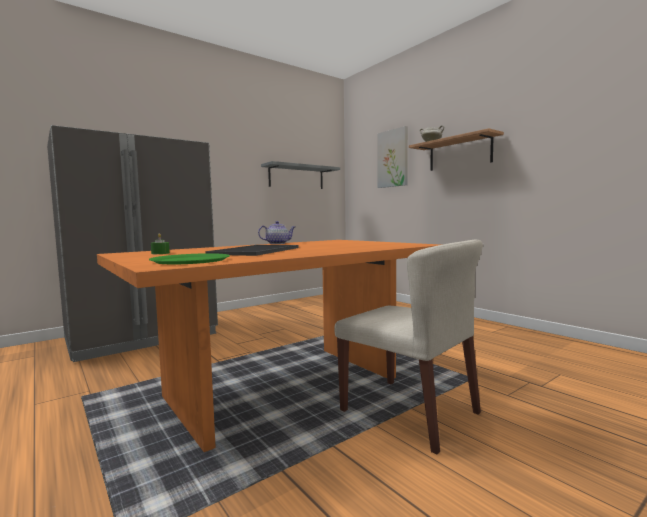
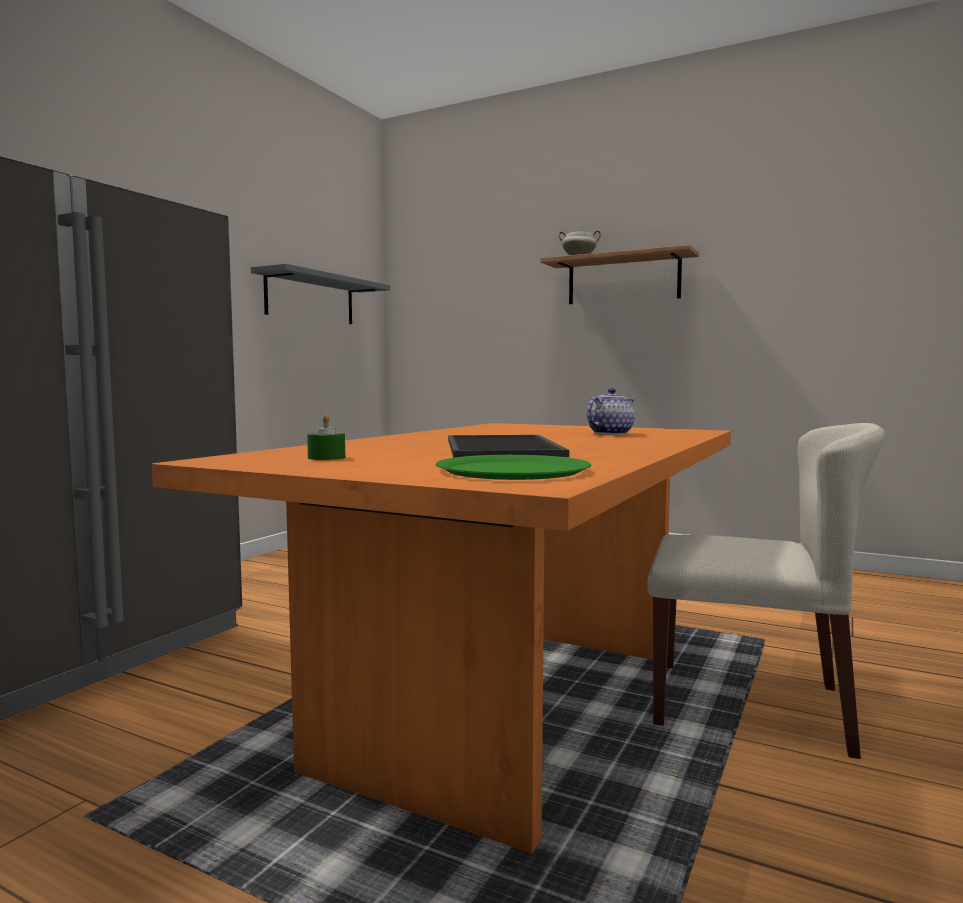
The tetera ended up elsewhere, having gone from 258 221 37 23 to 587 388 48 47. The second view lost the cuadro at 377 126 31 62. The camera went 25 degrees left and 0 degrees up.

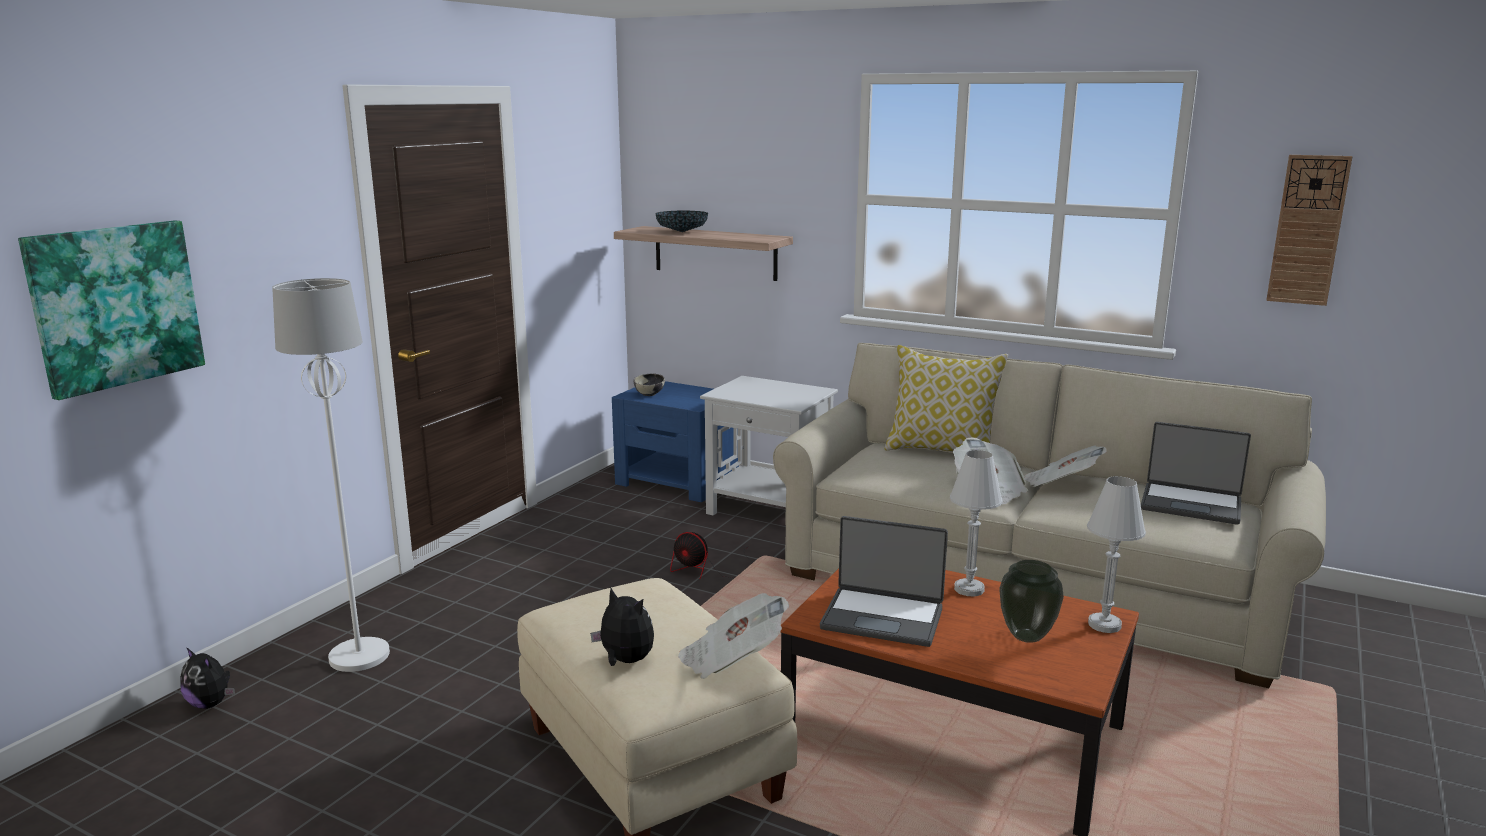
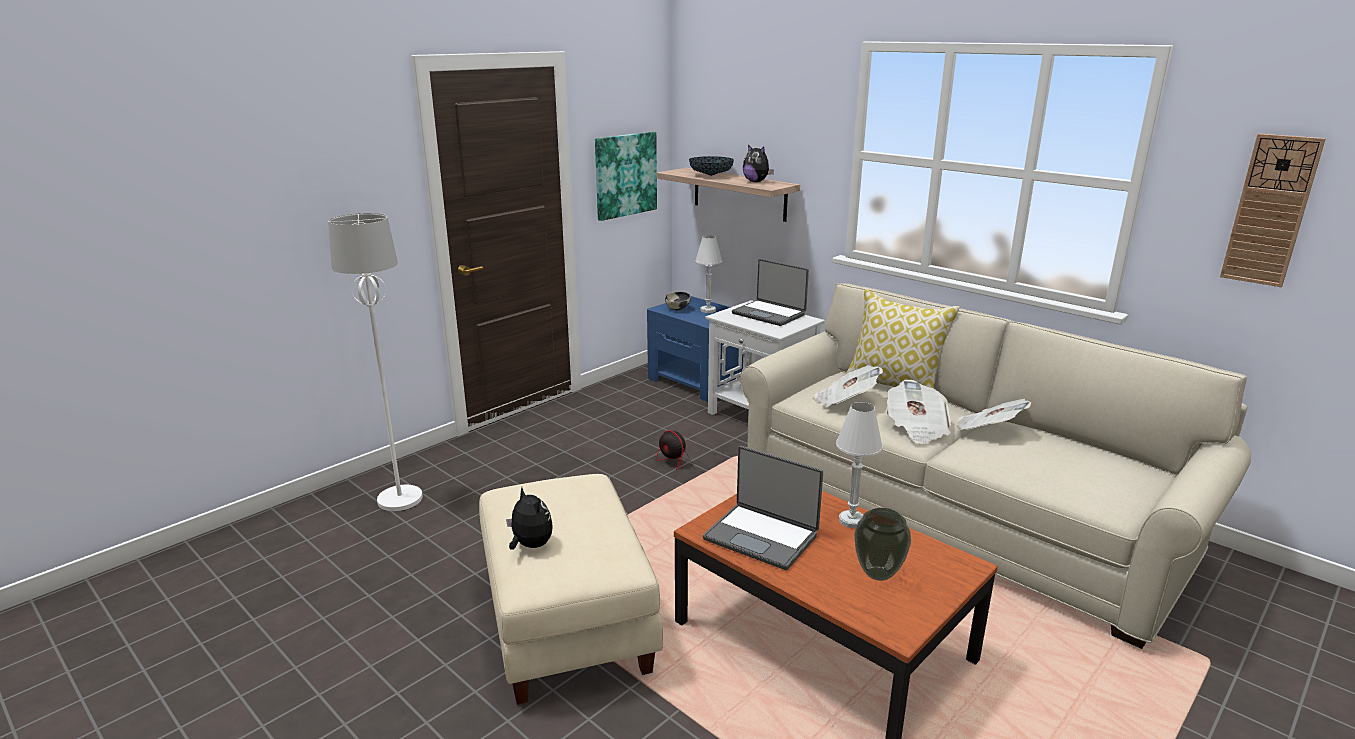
The cuadro ended up elsewhere, having gone from 18 221 187 179 to 595 132 62 89. The lámpara de mesa (blanco) ended up elsewhere, having gone from 1087 476 59 157 to 696 235 26 78. The portátil ended up elsewhere, having gone from 1141 422 110 103 to 732 259 77 67. The peluche ended up elsewhere, having gone from 180 647 55 62 to 743 145 31 37. The periódico ended up elsewhere, having gone from 678 593 111 86 to 813 365 70 42. The camera went 15 degrees right and 5 degrees up.

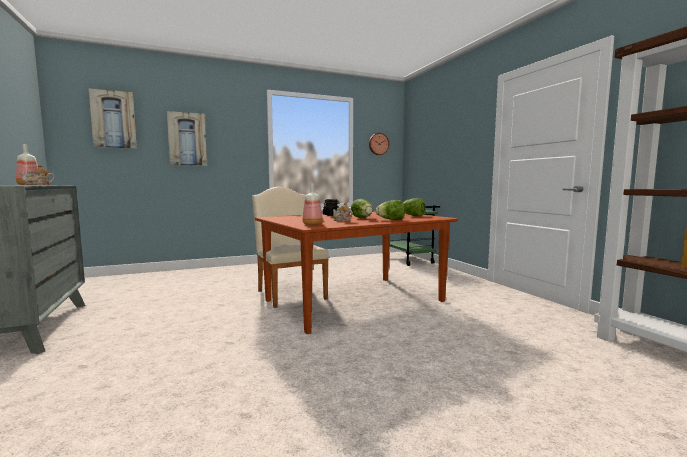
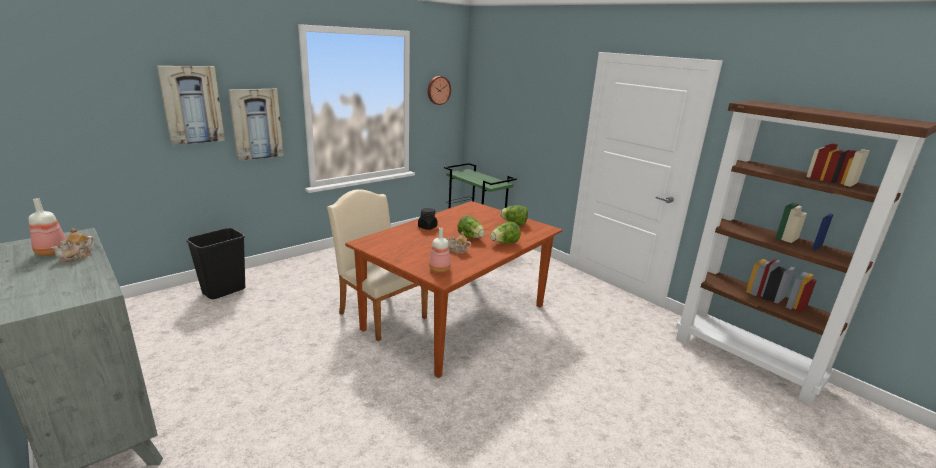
The second view gained the papelera (negro) at 186 228 59 71. The cuadro ended up elsewhere, having gone from 89 89 48 60 to 228 89 56 72. The camera went 20 degrees left and 15 degrees up.

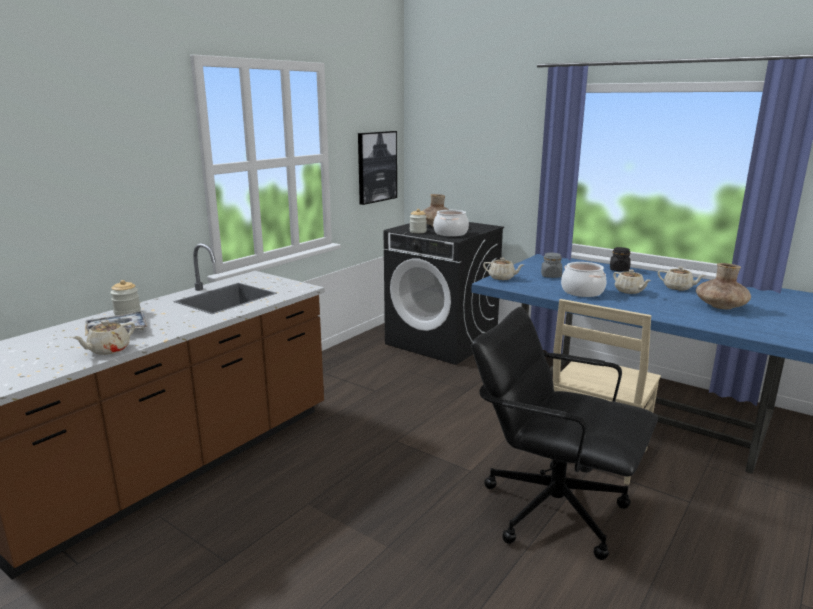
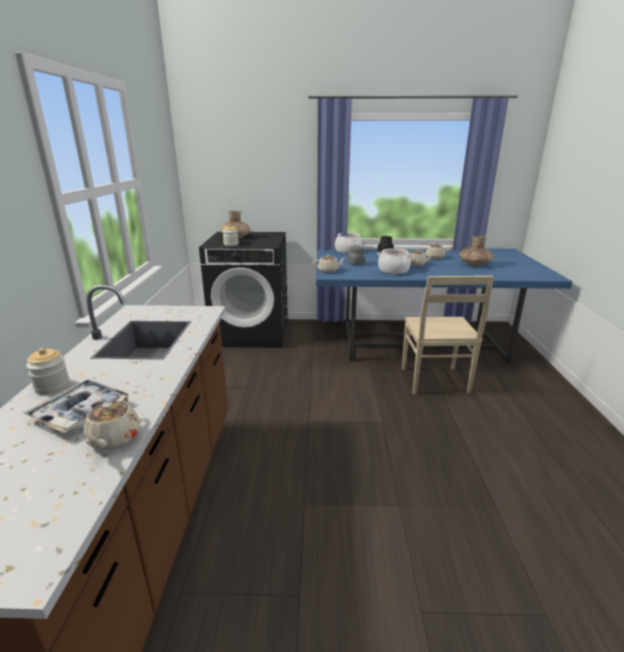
The olla ended up elsewhere, having gone from 433 210 36 27 to 335 232 27 22. The second view lost the cuadro at 358 131 39 74. The second view lost the silla de oficina (negro) at 471 307 187 253. The camera went 35 degrees left and 5 degrees up.

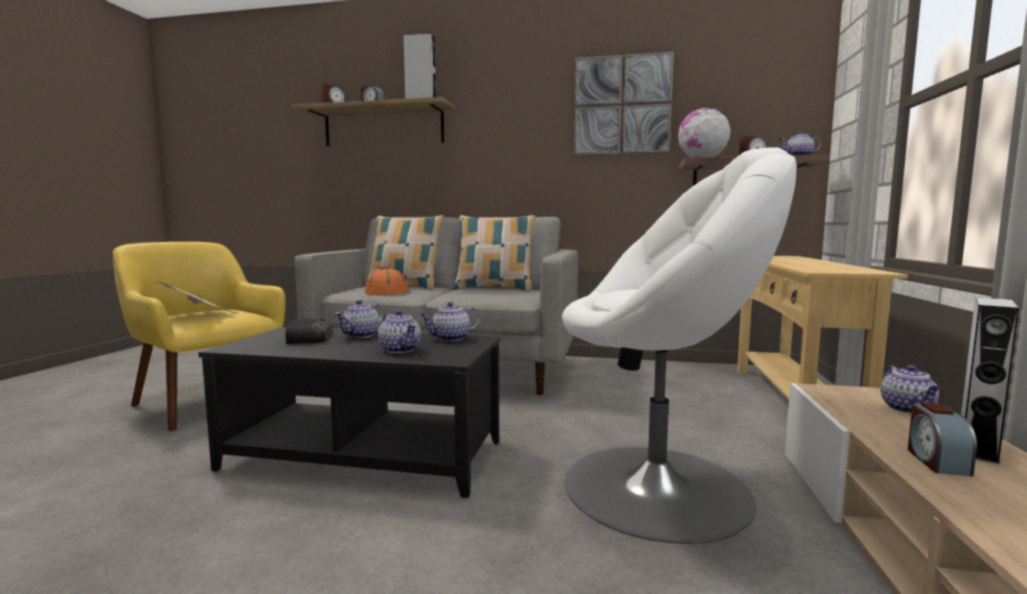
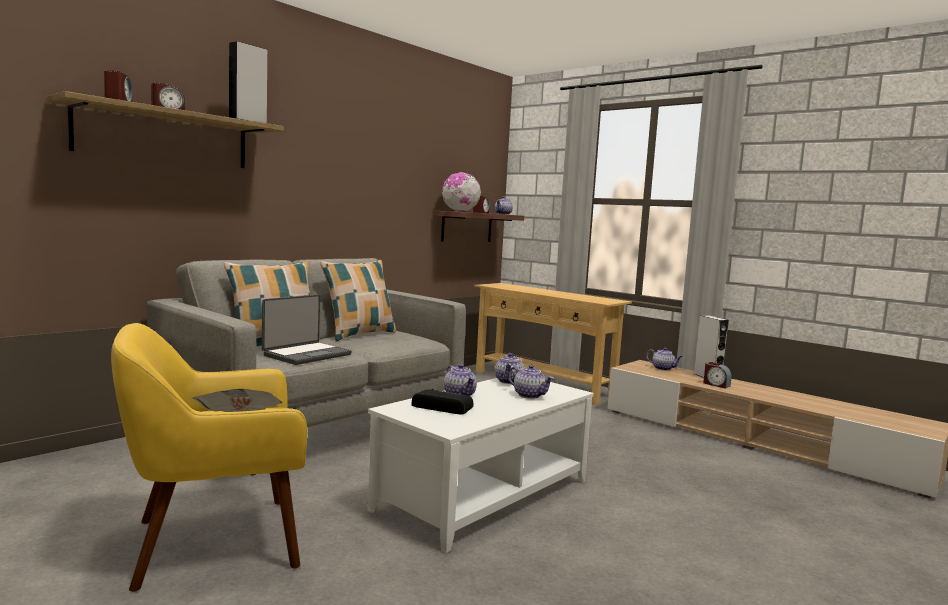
Where the sombrero (naranja) stood at 365 267 44 28, the portátil came to stand at 262 295 90 70. What was the mesa de centro (negro) at 198 327 303 171 turned into the mesa de centro (blanco) at 368 378 226 175. The tetera at 378 310 43 43 ended up facing another way, 45 degrees clockwise from before. The second view lost the sillón (blanco) at 562 148 235 395. The second view lost the cuadro at 574 52 100 103. The camera went 60 degrees left and 0 degrees up.

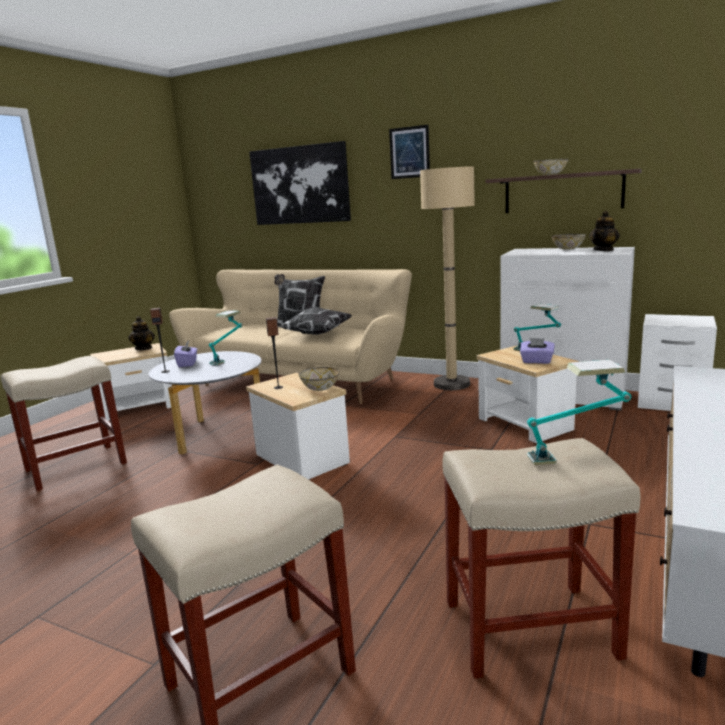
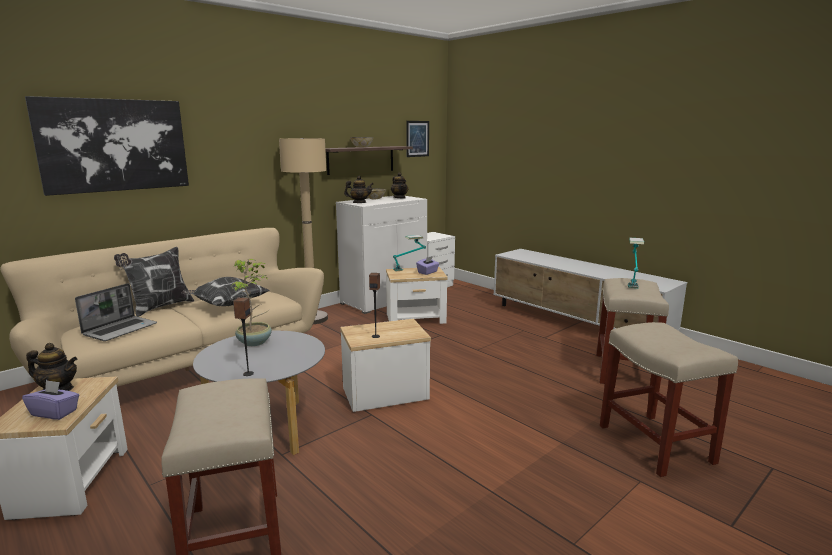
The caja de pañuelos (morado) ended up elsewhere, having gone from 174 341 23 26 to 22 380 57 40. The second view gained the portátil at 75 283 82 58. Where the lámpara de mesa stood at 209 310 33 55, the planta en maceta came to stand at 231 259 41 87. The second view gained the tetera at 344 176 29 27. The cuadro ended up elsewhere, having gone from 389 125 41 54 to 406 121 23 36. The second view lost the cuenco at 299 367 40 24. The camera went 70 degrees left and 0 degrees up.

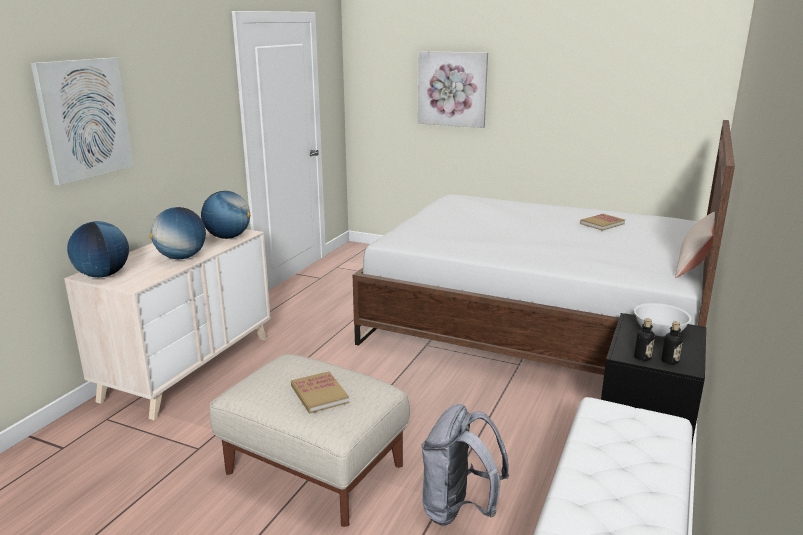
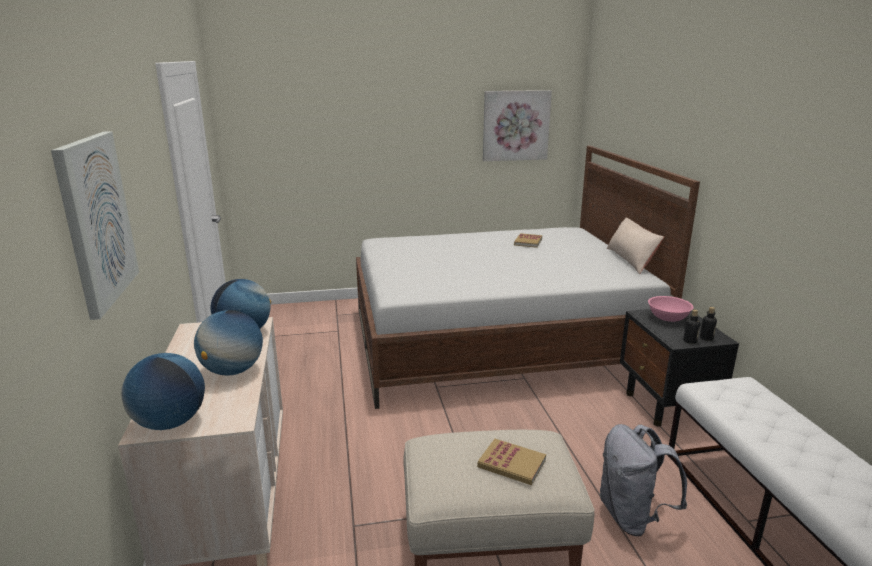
The cuadro ended up elsewhere, having gone from 418 51 70 77 to 483 90 69 71. What was the cuenco (blanco) at 634 303 58 34 turned into the cuenco (rosa) at 648 296 46 26. The camera went 35 degrees left and 0 degrees up.

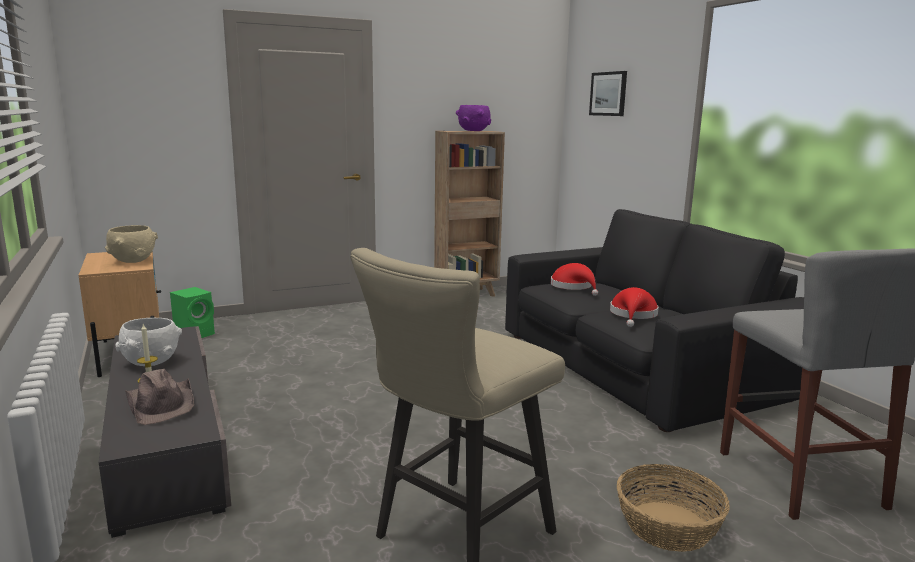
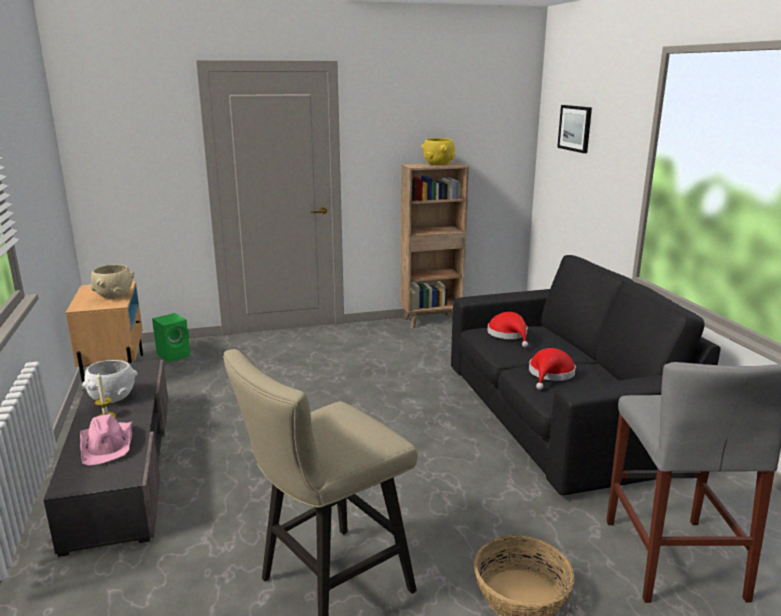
What was the sombrero (marrón) at 125 369 69 56 turned into the sombrero (rosa) at 80 414 53 51. What was the cuenco (morado) at 456 105 35 26 turned into the cuenco (amarillo) at 421 138 34 27. The camera went 10 degrees right and 5 degrees up.

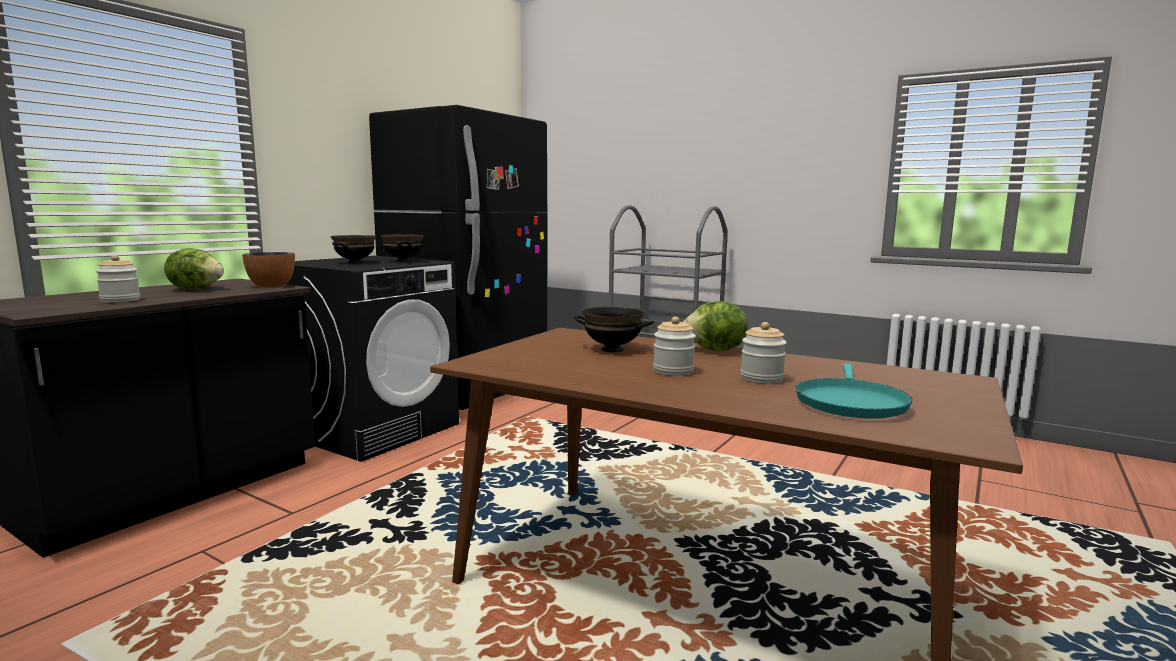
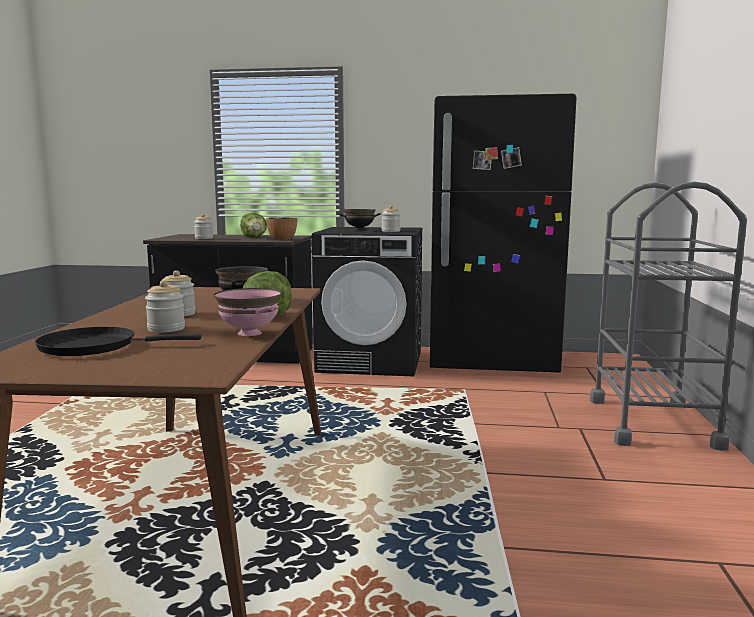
What was the sartén (turquesa) at 795 363 118 56 turned into the sartén (negro) at 35 327 166 29. The second view gained the cuenco (rosa) at 214 288 67 48. Where the cuenco (negro) stood at 381 234 43 28, the tarro came to stand at 382 205 18 27. The camera went 65 degrees right and 0 degrees up.

